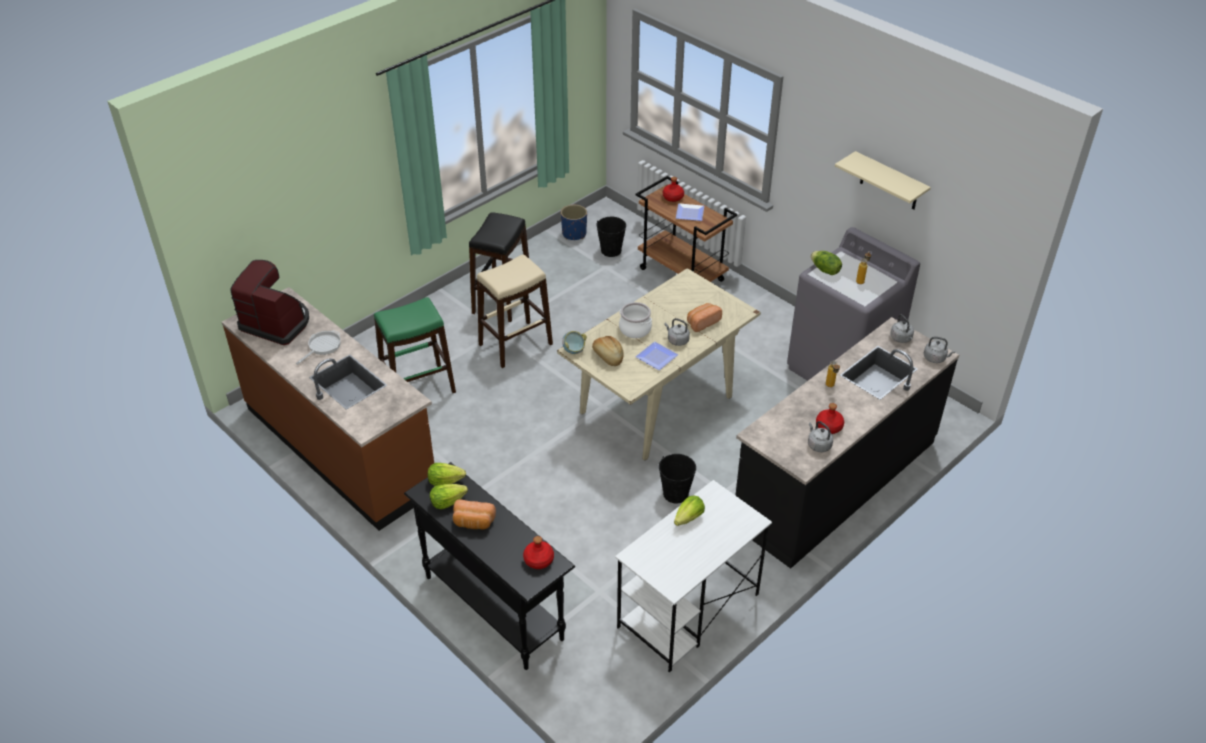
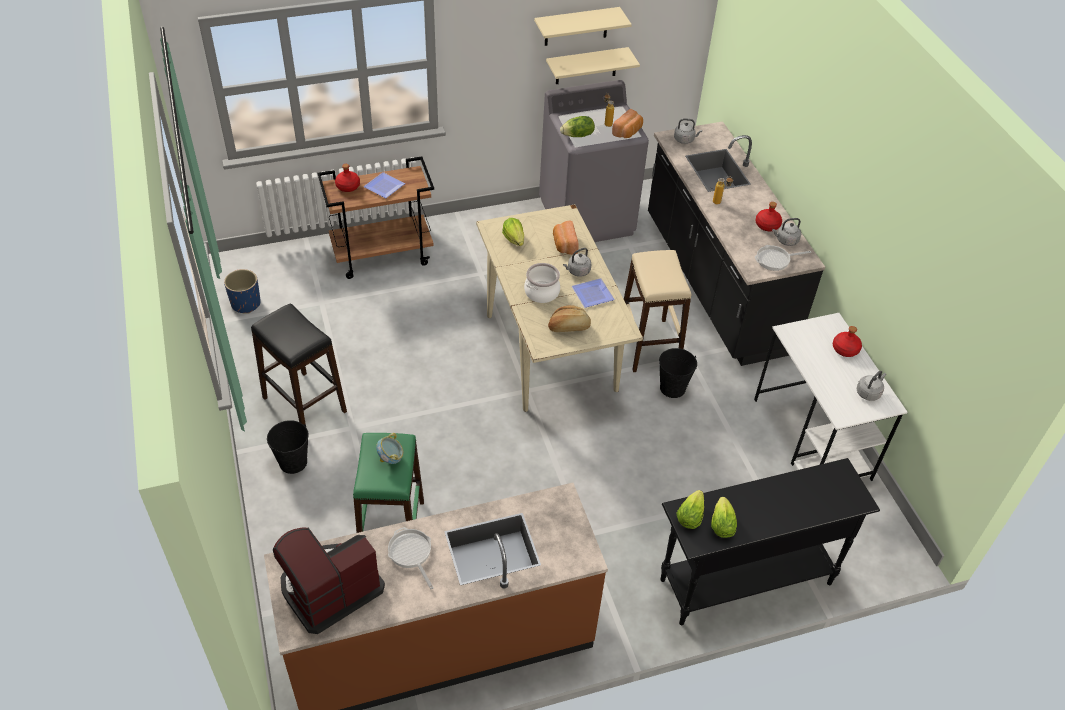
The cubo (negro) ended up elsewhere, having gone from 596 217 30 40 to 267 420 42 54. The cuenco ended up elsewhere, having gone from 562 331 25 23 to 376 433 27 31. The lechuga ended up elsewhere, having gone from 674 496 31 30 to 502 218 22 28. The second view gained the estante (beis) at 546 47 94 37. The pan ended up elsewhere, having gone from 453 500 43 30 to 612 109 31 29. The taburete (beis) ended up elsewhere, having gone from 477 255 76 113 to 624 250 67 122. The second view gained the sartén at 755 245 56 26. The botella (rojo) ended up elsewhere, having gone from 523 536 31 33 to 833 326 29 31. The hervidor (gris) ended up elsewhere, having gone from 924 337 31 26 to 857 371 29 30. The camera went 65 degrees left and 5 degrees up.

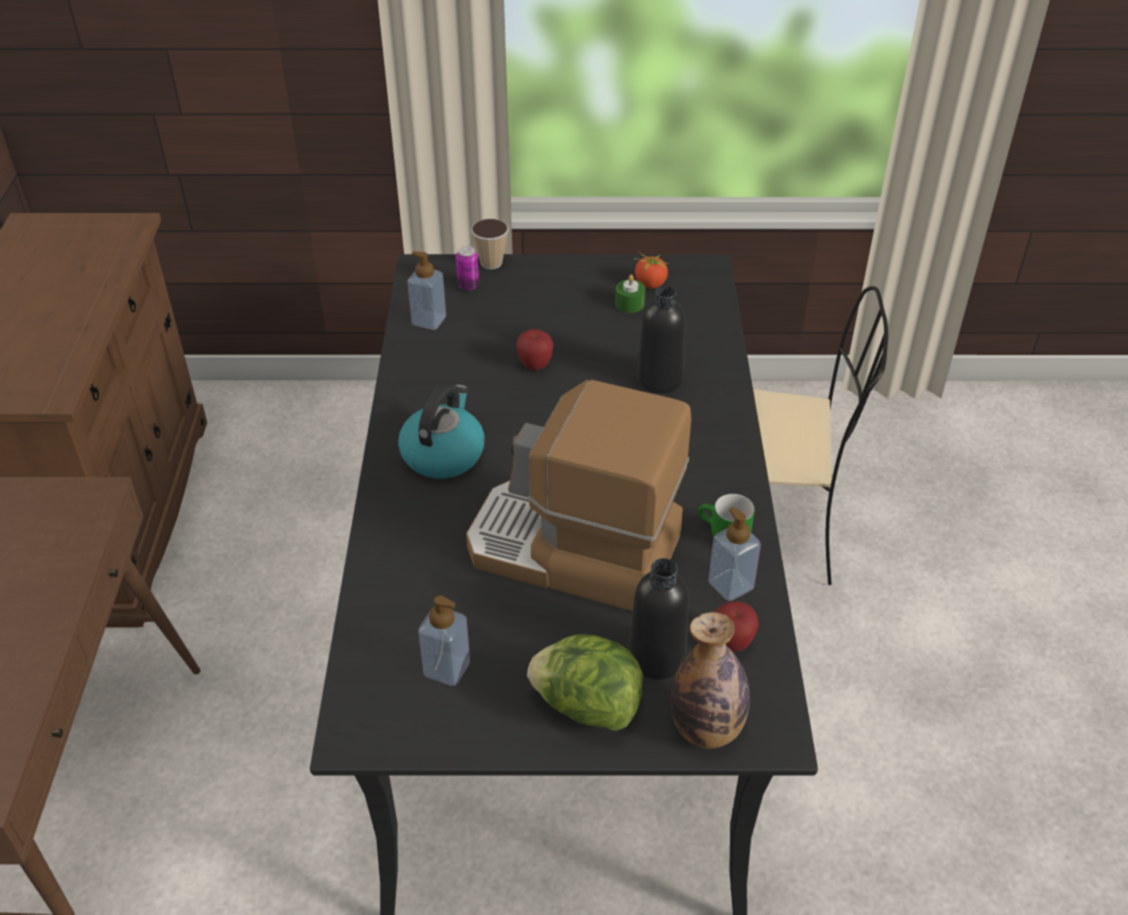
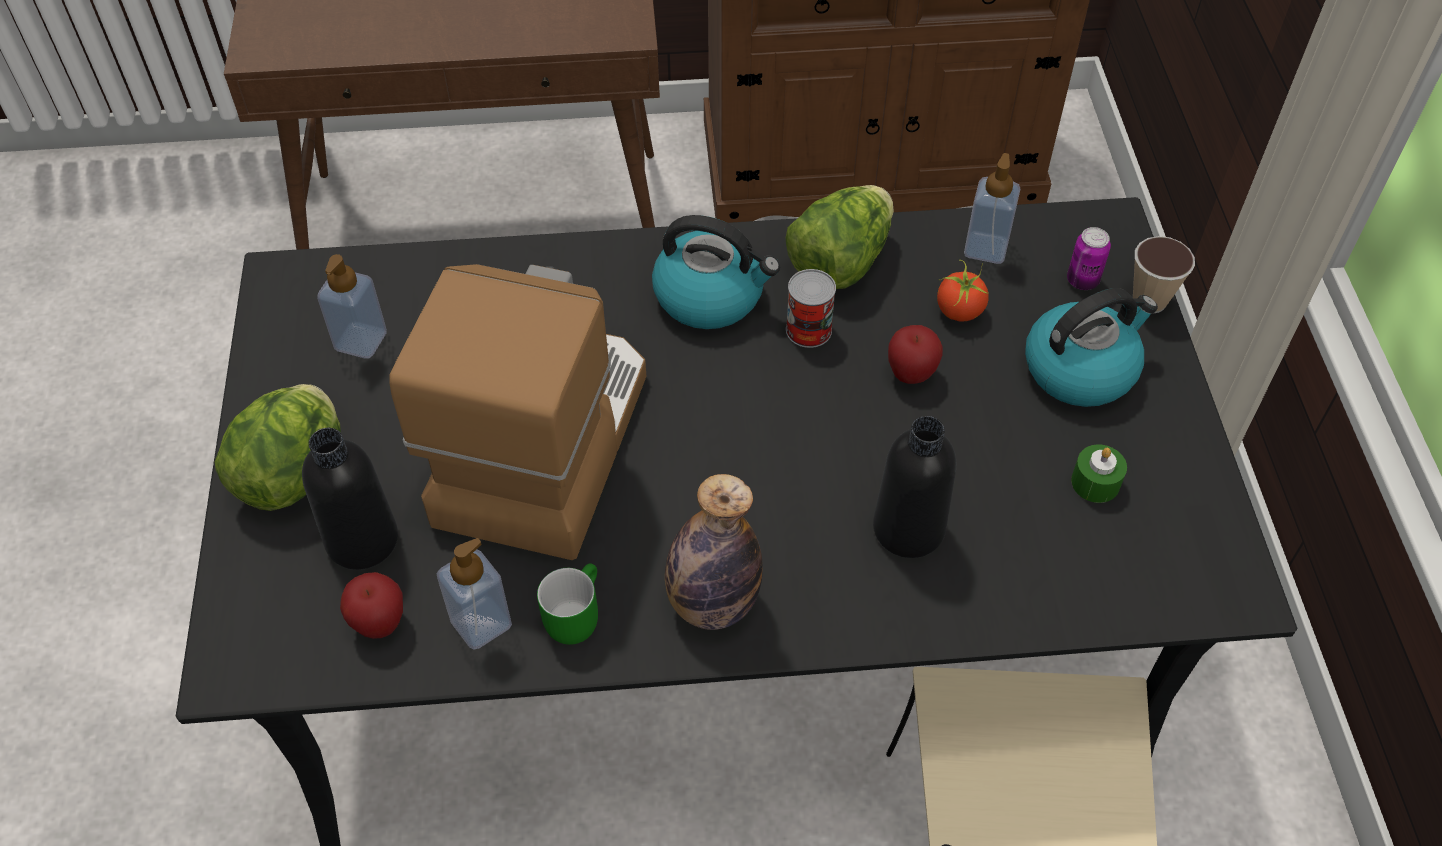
The botella ended up elsewhere, having gone from 671 612 79 137 to 665 474 98 156. The second view gained the lechuga at 786 185 108 104. The second view gained the lata at 786 269 50 79. The tomate ended up elsewhere, having gone from 634 251 35 38 to 937 260 52 62. The second view gained the hervidor at 1025 288 133 119. The camera went 85 degrees right and 10 degrees up.

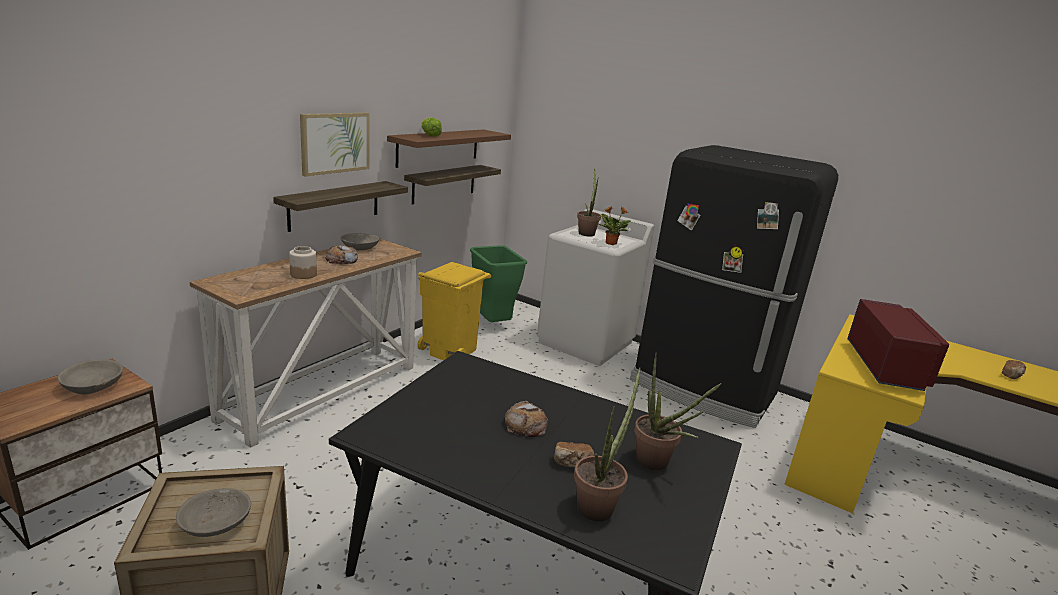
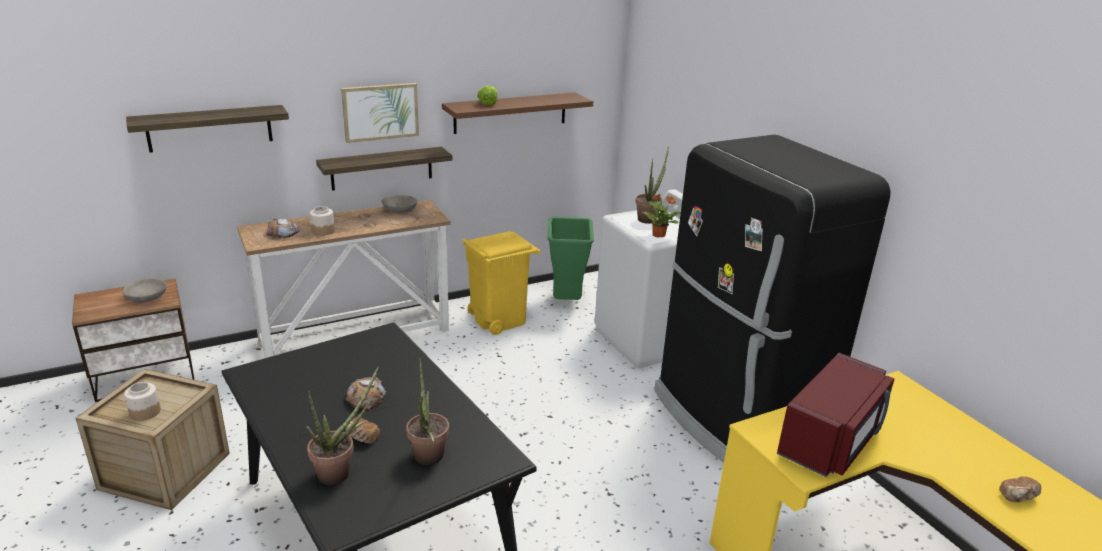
Where the cuenco (gris) stood at 176 488 75 49, the tarro came to stand at 124 382 37 39. The estante ended up elsewhere, having gone from 404 165 97 40 to 126 105 163 48. The pan ended up elsewhere, having gone from 325 245 33 19 to 267 218 32 20. The camera went 30 degrees right and 5 degrees up.

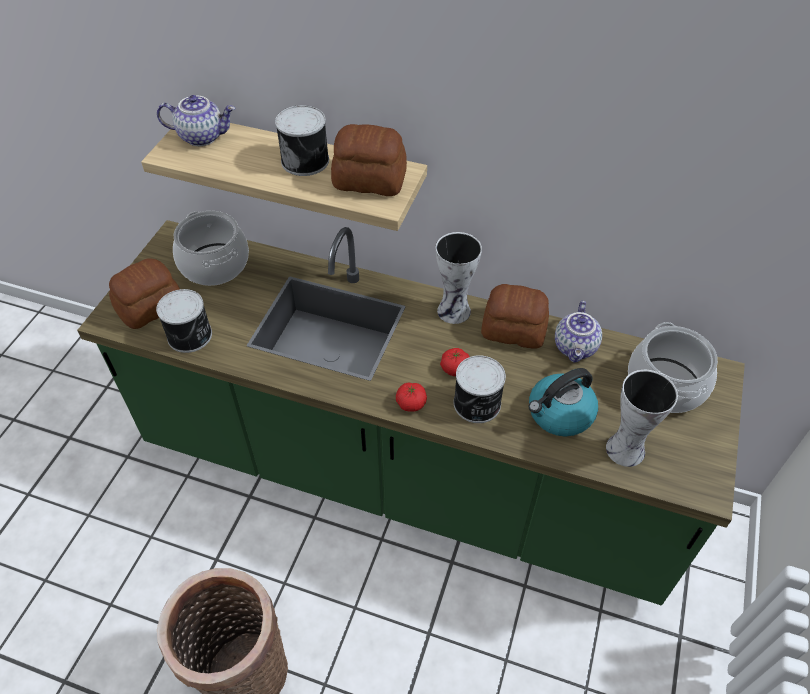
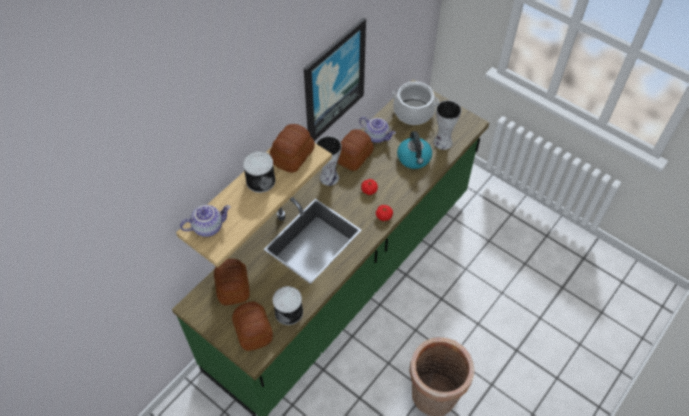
The tetera at 157 95 78 51 ended up facing another way, 45 degrees clockwise from before. Where the olla stood at 173 211 76 75, the pan came to stand at 214 259 36 46. The second view gained the cuadro at 304 17 62 124. The second view lost the lata at 454 355 52 68. The camera went 70 degrees left and 5 degrees up.

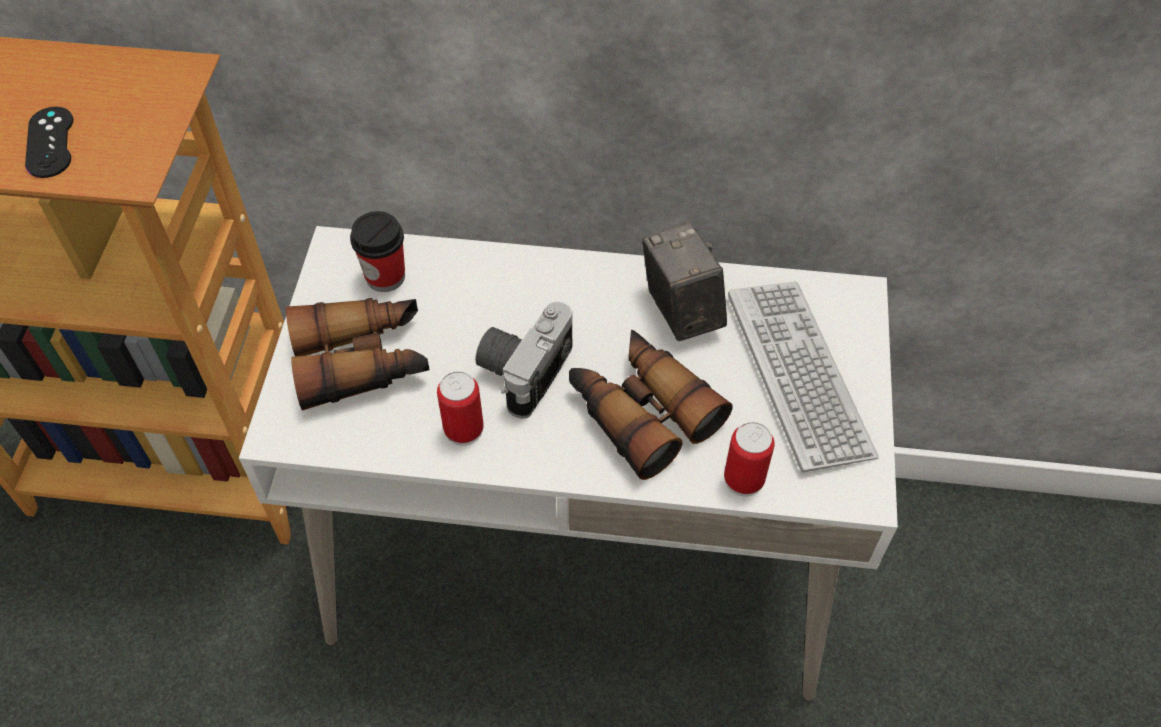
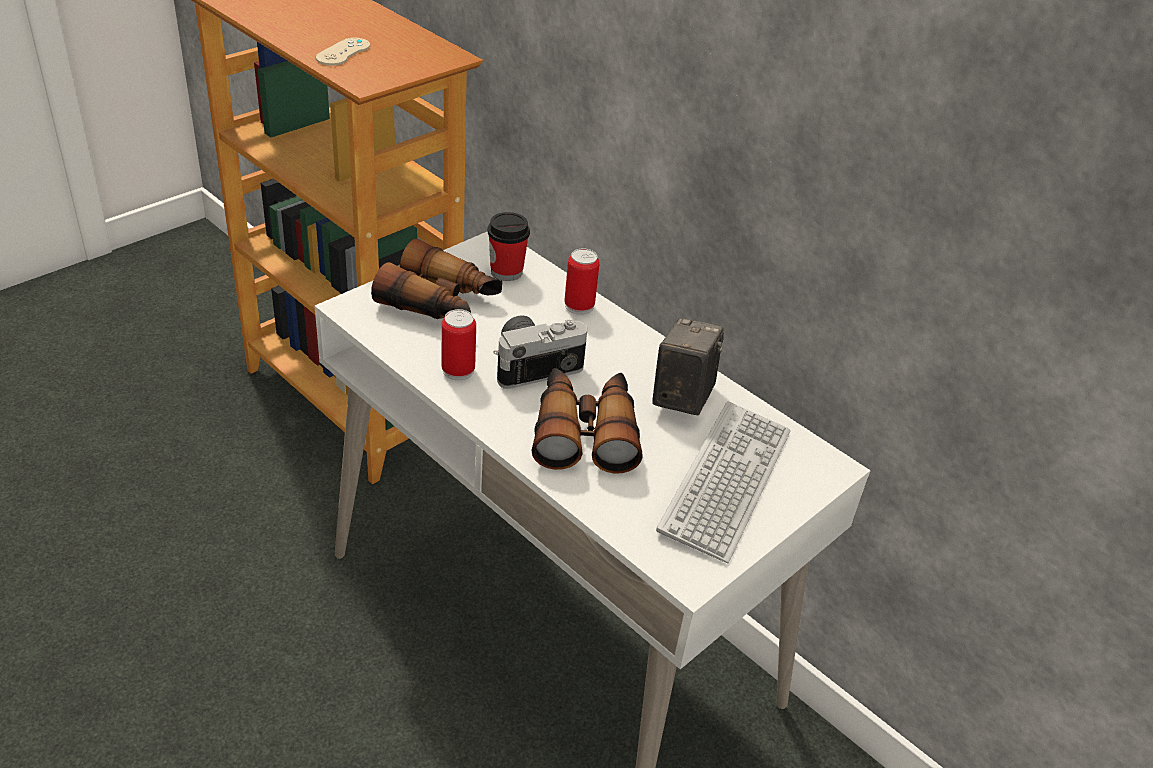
What was the mando de consola (negro) at 25 107 48 71 turned into the mando de consola (beis) at 316 38 54 28. The lata ended up elsewhere, having gone from 724 422 50 74 to 565 248 35 67. The camera went 35 degrees right and 15 degrees down.

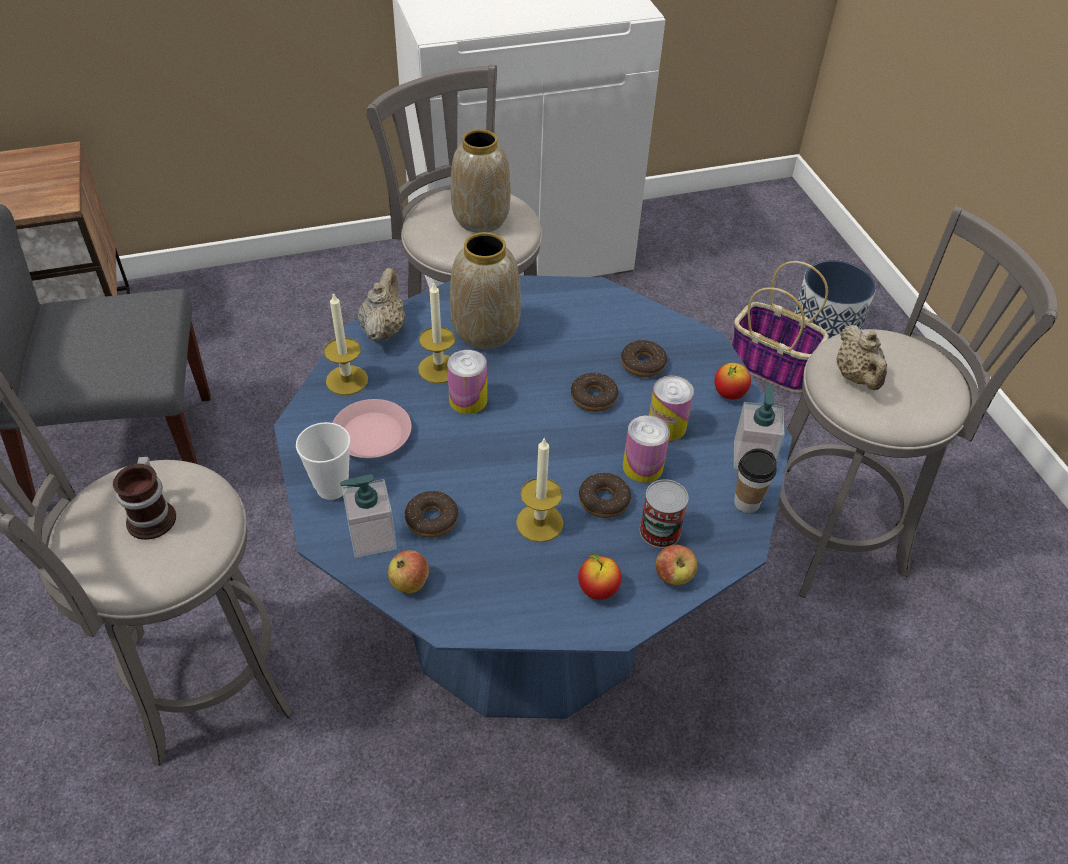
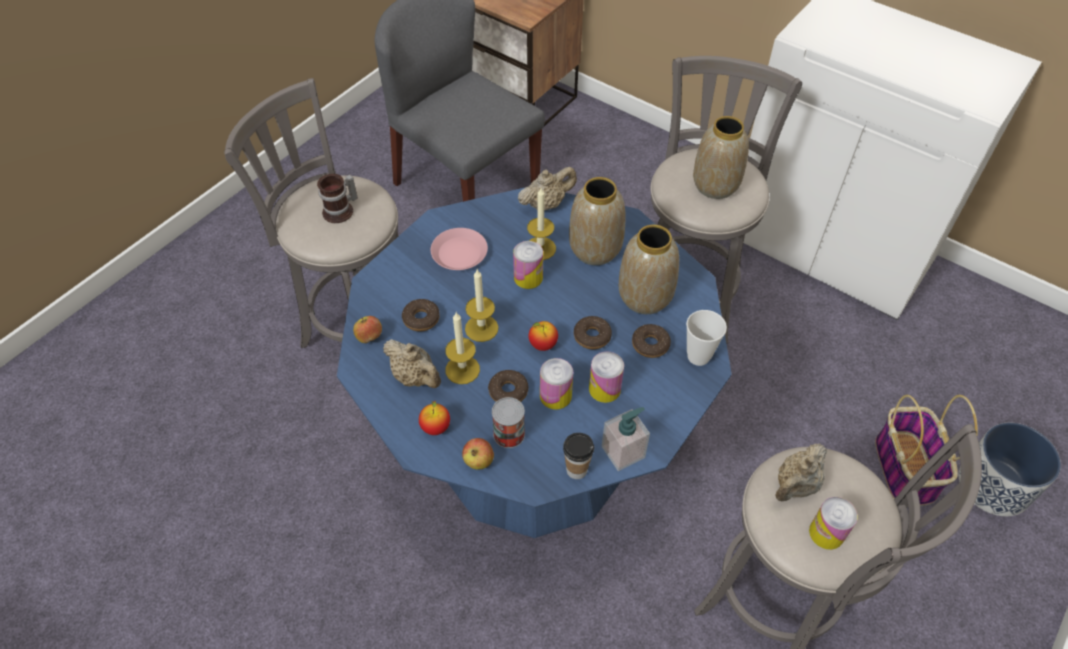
The second view gained the tetera (beis) at 383 339 58 49. The vela ended up elsewhere, having gone from 324 292 44 103 to 465 270 34 72. The manzana ended up elsewhere, having gone from 714 363 37 37 to 528 321 30 30. The second view gained the florero at 619 225 60 89. The taza ended up elsewhere, having gone from 296 422 55 78 to 686 310 41 56. The second view gained the lata at 809 497 49 53. The second view lost the dispensador de jabón at 340 474 56 84. The camera went 55 degrees right and 5 degrees up.

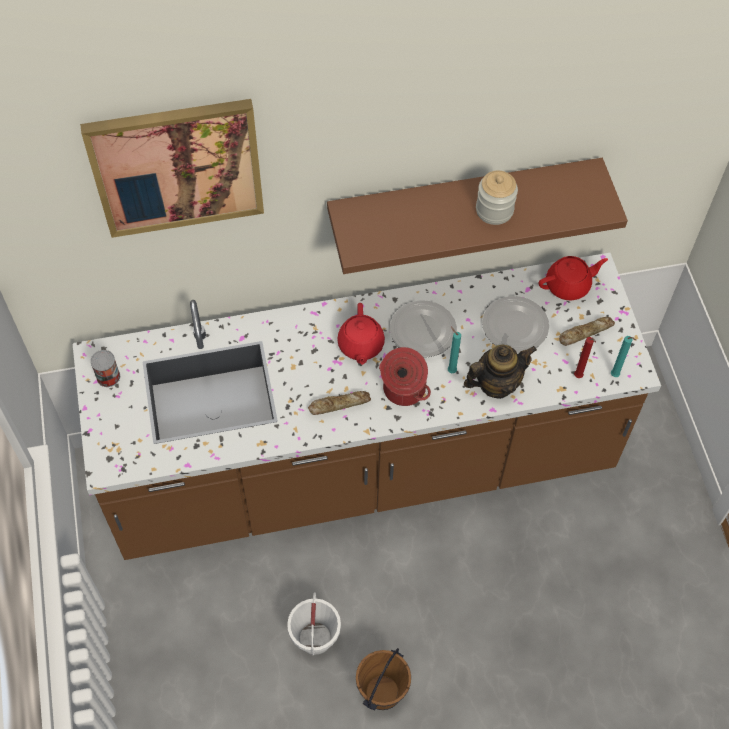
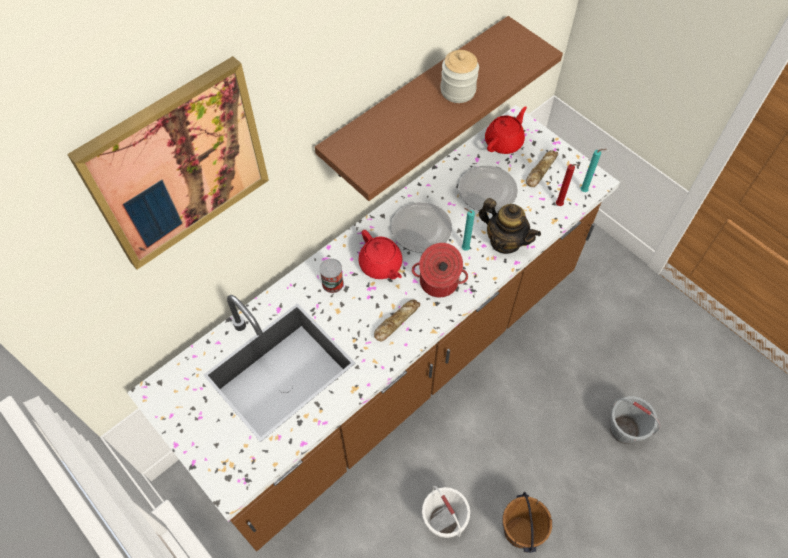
The lata ended up elsewhere, having gone from 90 350 30 37 to 319 258 25 35. The tetera at 464 345 73 54 ended up facing another way, 90 degrees clockwise from before. The second view gained the cubo (gris) at 610 396 50 48. The camera went 30 degrees left and 0 degrees up.

